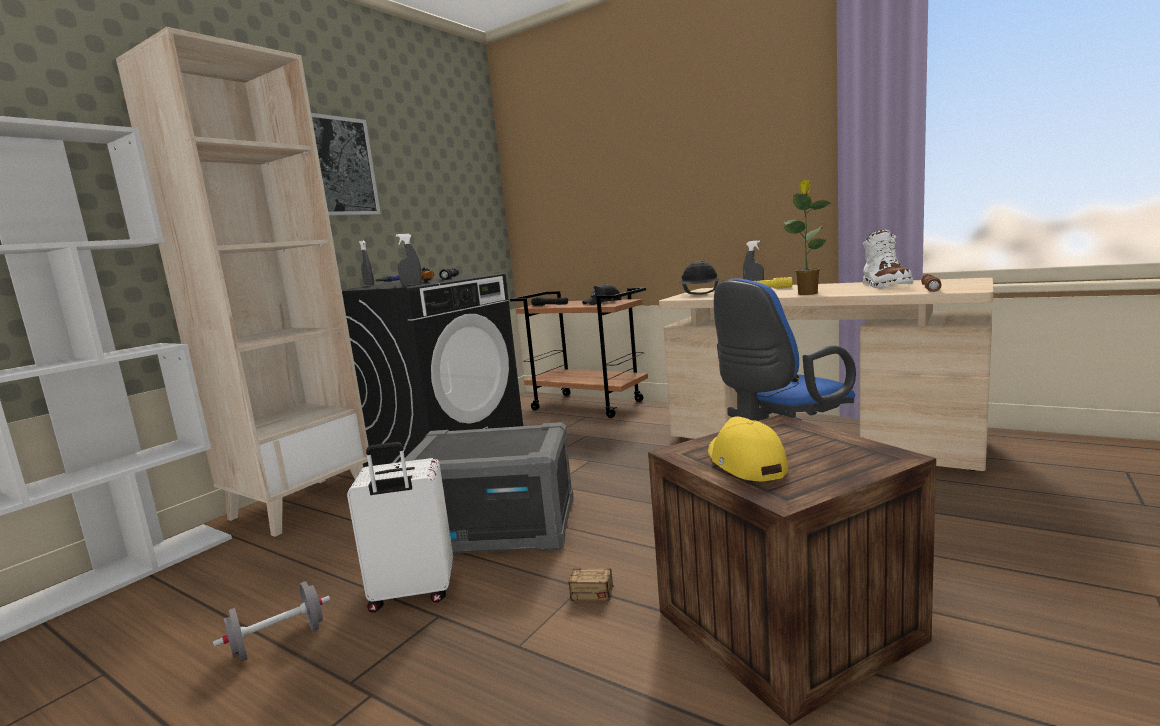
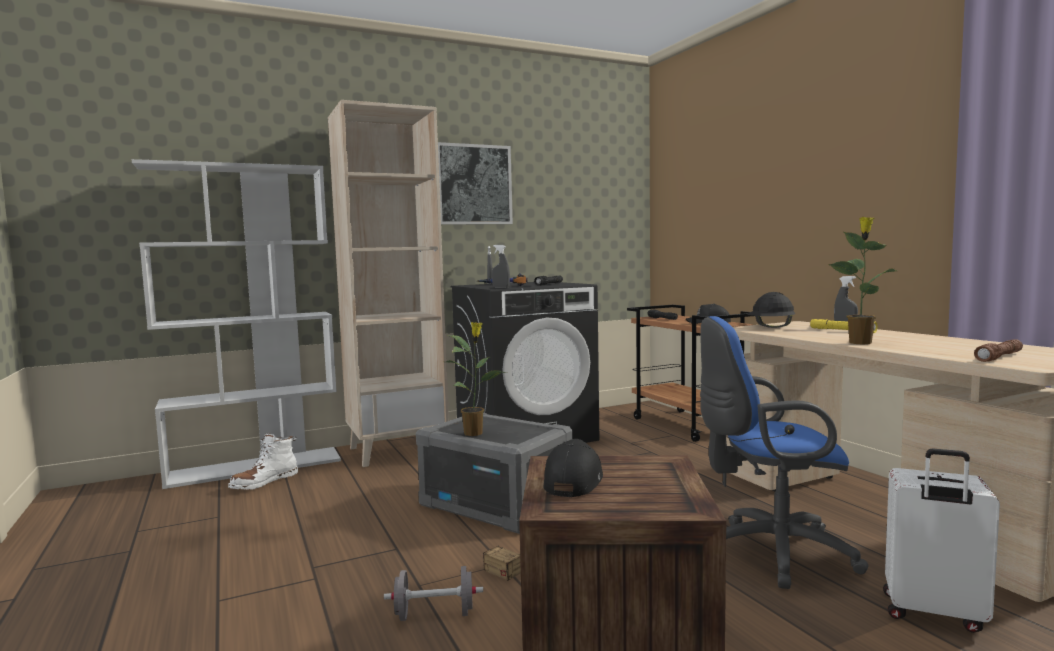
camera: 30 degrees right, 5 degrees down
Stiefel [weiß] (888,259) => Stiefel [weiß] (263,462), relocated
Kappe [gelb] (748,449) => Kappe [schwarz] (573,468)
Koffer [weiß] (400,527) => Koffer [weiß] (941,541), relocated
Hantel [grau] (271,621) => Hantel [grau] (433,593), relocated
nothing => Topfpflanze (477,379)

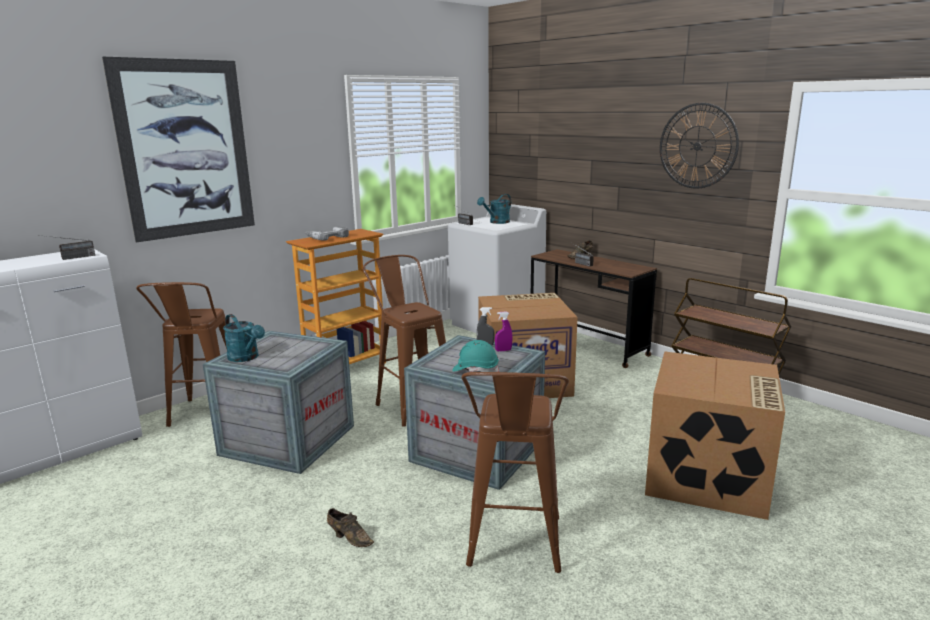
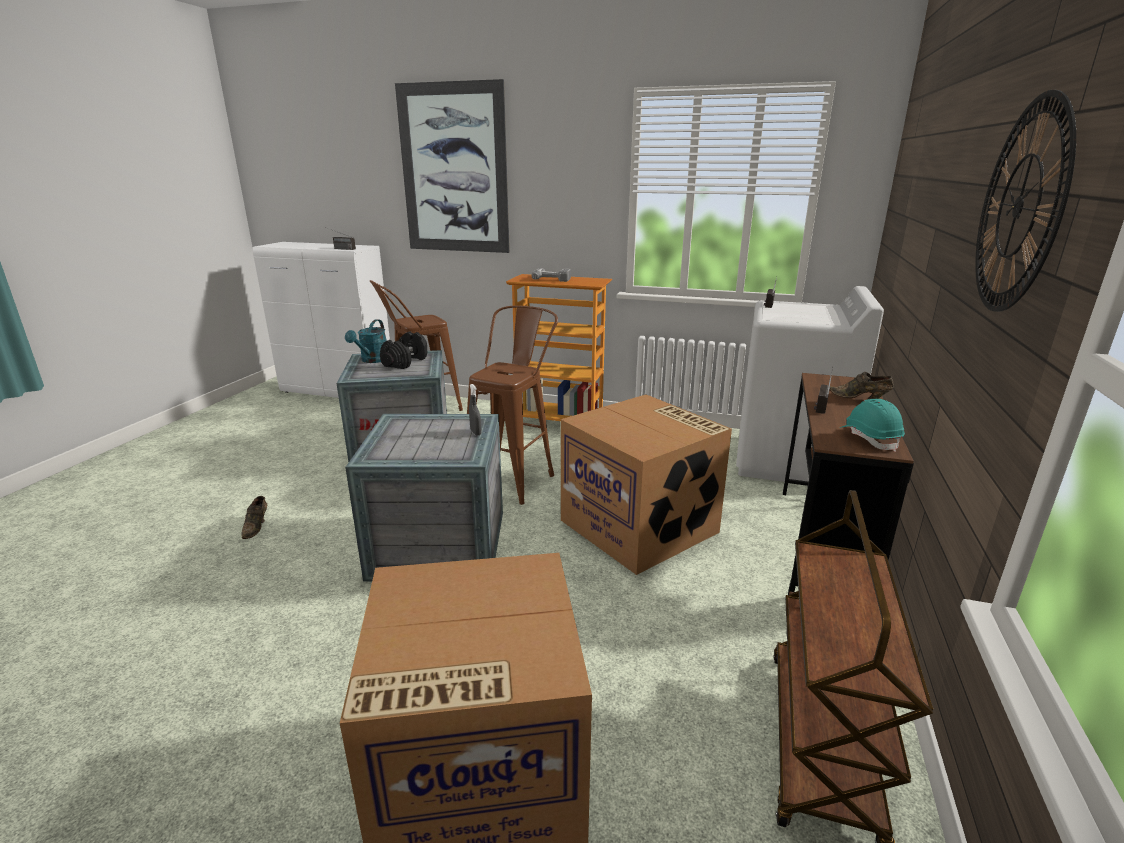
camera: 60 degrees right, 5 degrees up
Gießkanne [türkis] (494,209) => nothing
Sprühflasche [lila] (504,331) => nothing
Schutzhelm [türkis] (476,356) => Schutzhelm [türkis] (872,425), relocated
Hocker [braun] (515,472) => nothing
nothing => Hantel [schwarz] (403,350)

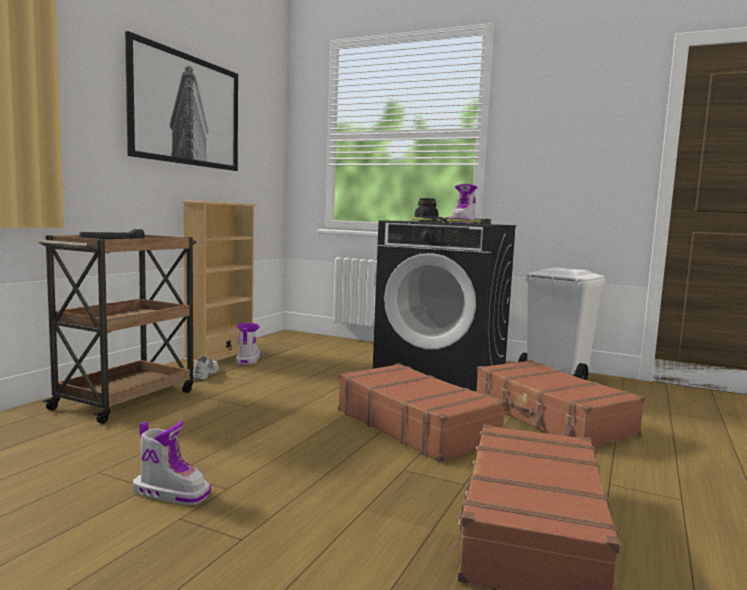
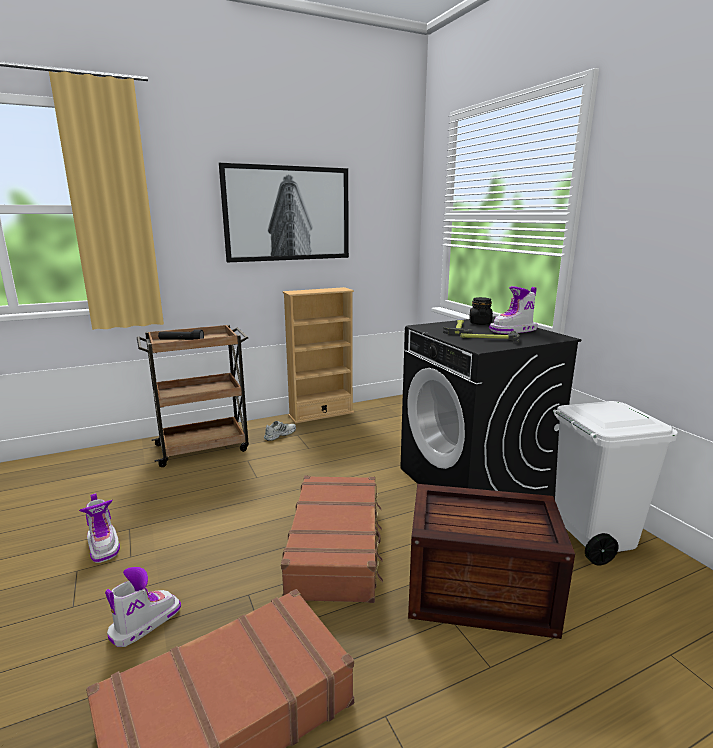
camera: 40 degrees right, 10 degrees up
Stiefel (248,344) => Stiefel (143,607), relocated
Koffer [braun] (560,403) => Kiste (491,561)

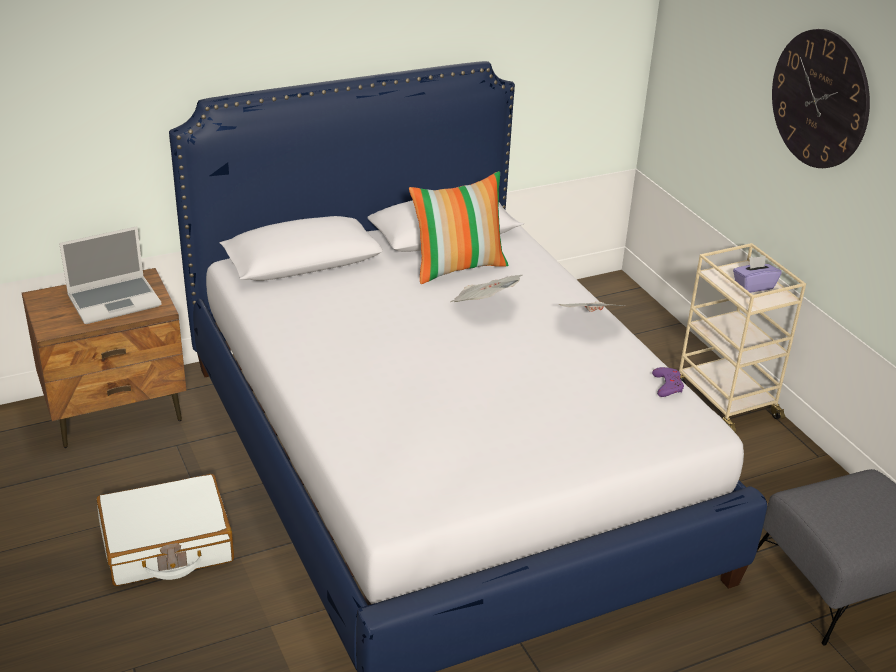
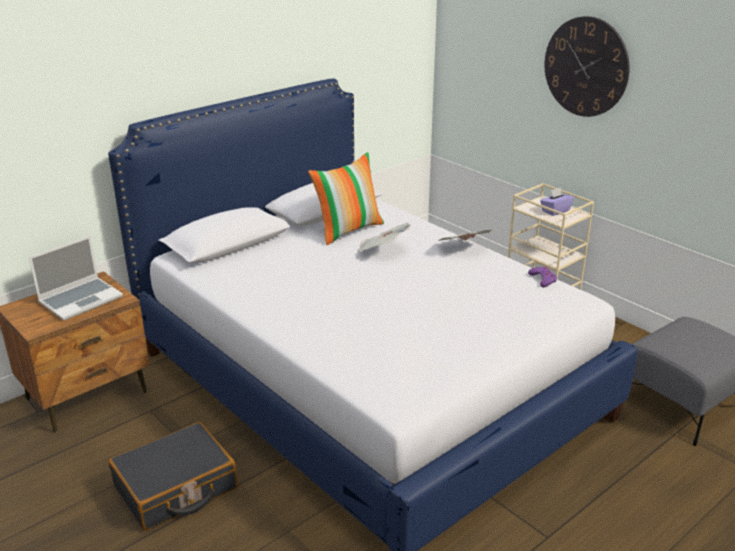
camera: 15 degrees left, 5 degrees down
Koffer [weiß] (165,530) => Koffer [schwarz] (173,476)

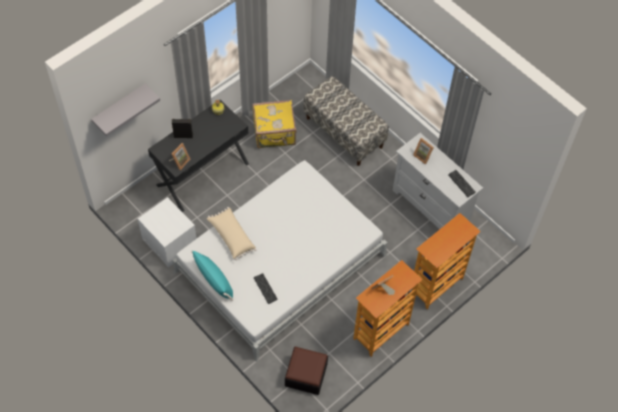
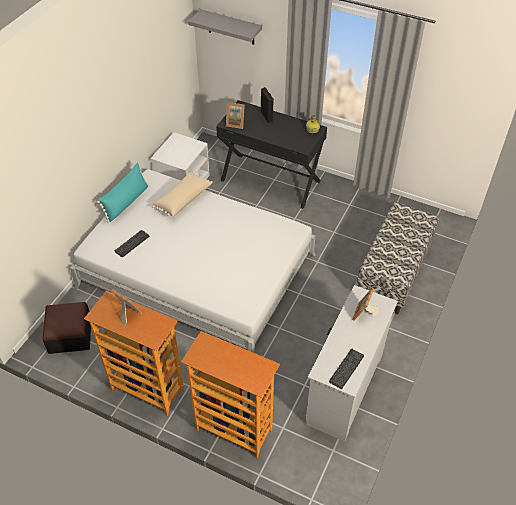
camera: 70 degrees right, 10 degrees down
Koffer [gelb] (274,124) => nothing

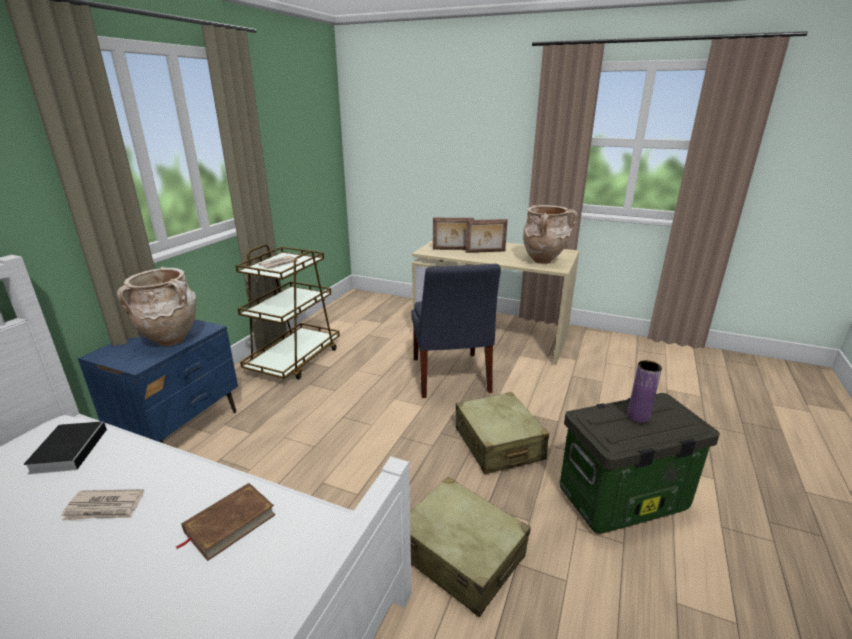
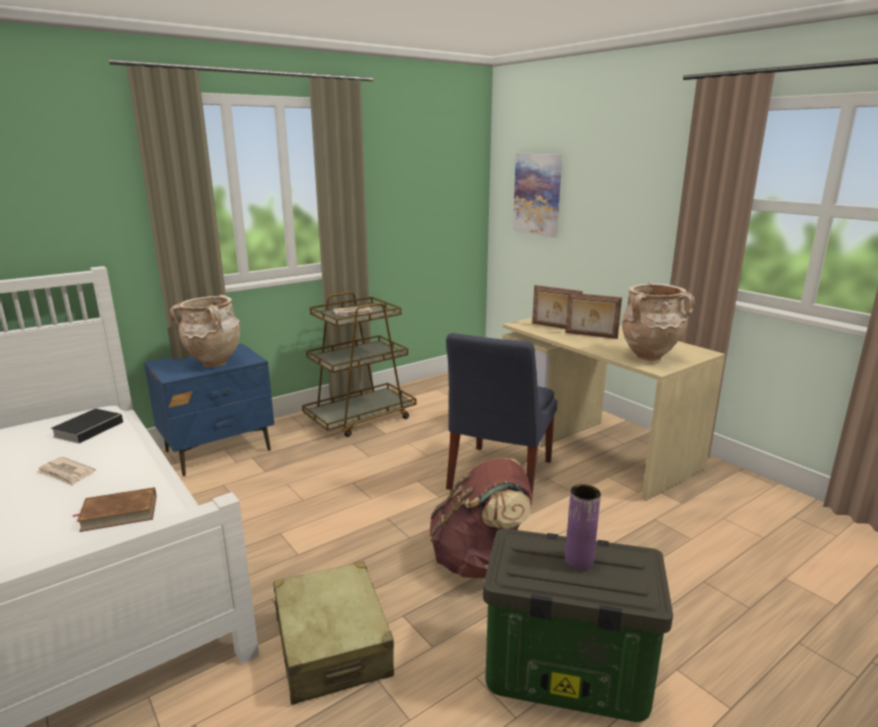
camera: 30 degrees right, 5 degrees down
Koffer [beige] (502,433) => Rucksack [braun] (481,517)
nothing => Bild (537,196)

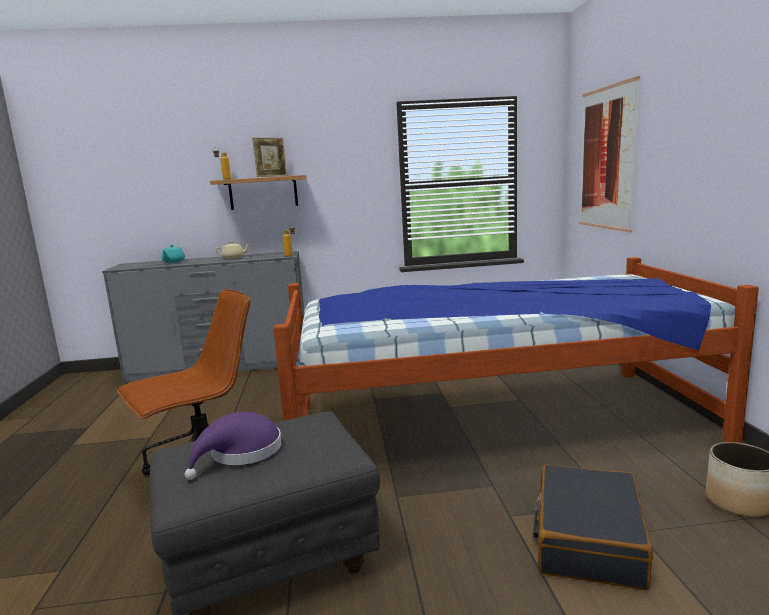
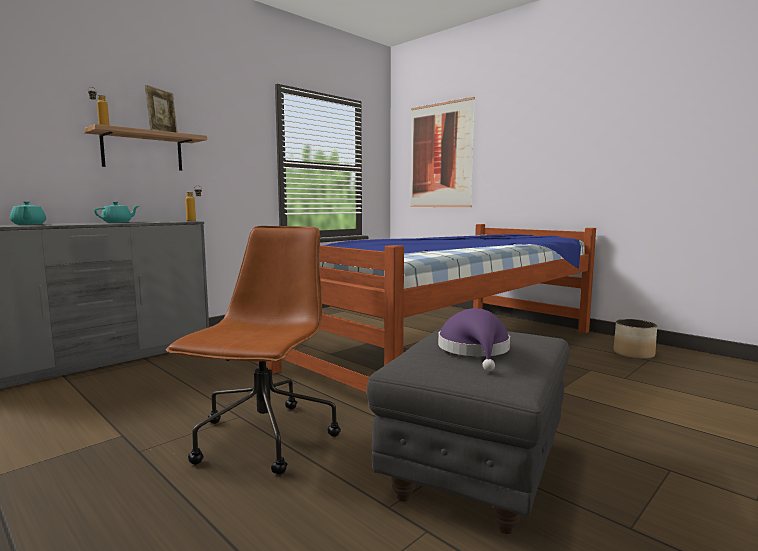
camera: 40 degrees left, 5 degrees down
Teekanne [beige] (233,250) => Teekanne [türkis] (116,212)
Koffer [schwarz] (593,527) => nothing

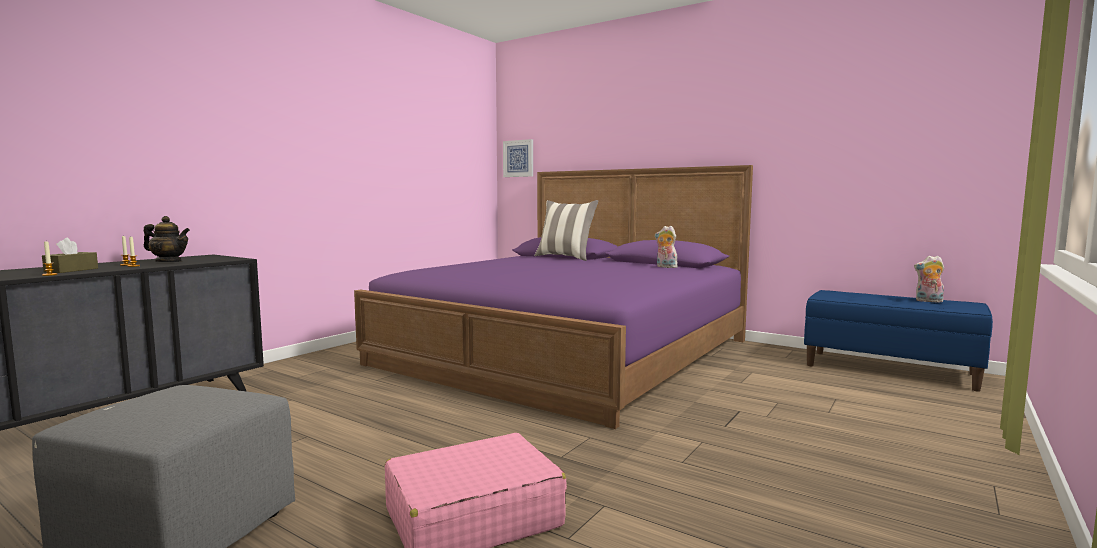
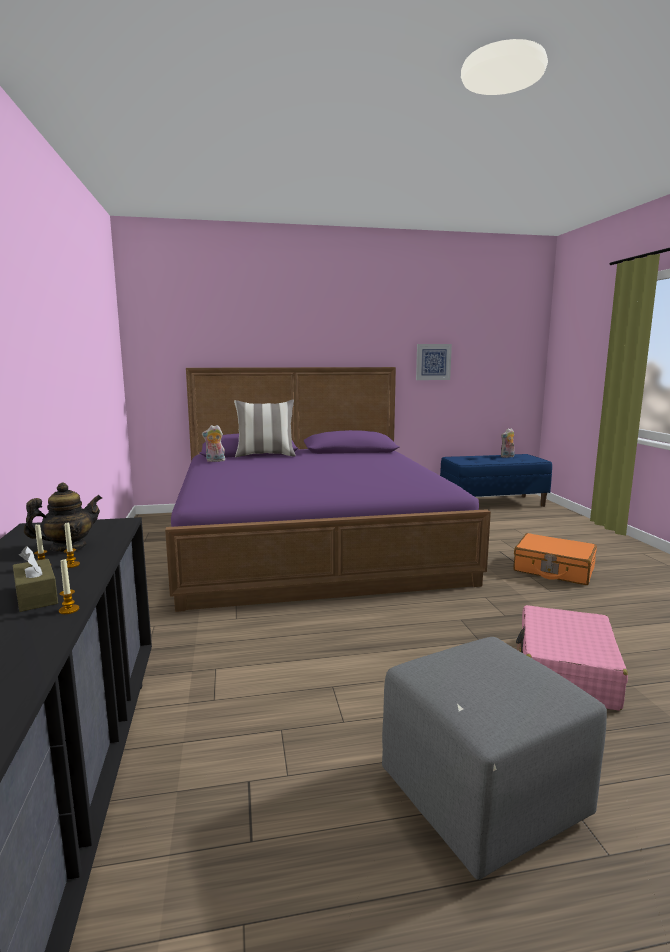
camera: 45 degrees left, 5 degrees up
Bild (518,158) => Bild (434,362), relocated
Plüschtier (666,247) => Plüschtier (213,443), relocated
nothing => Koffer [orange] (555,559)

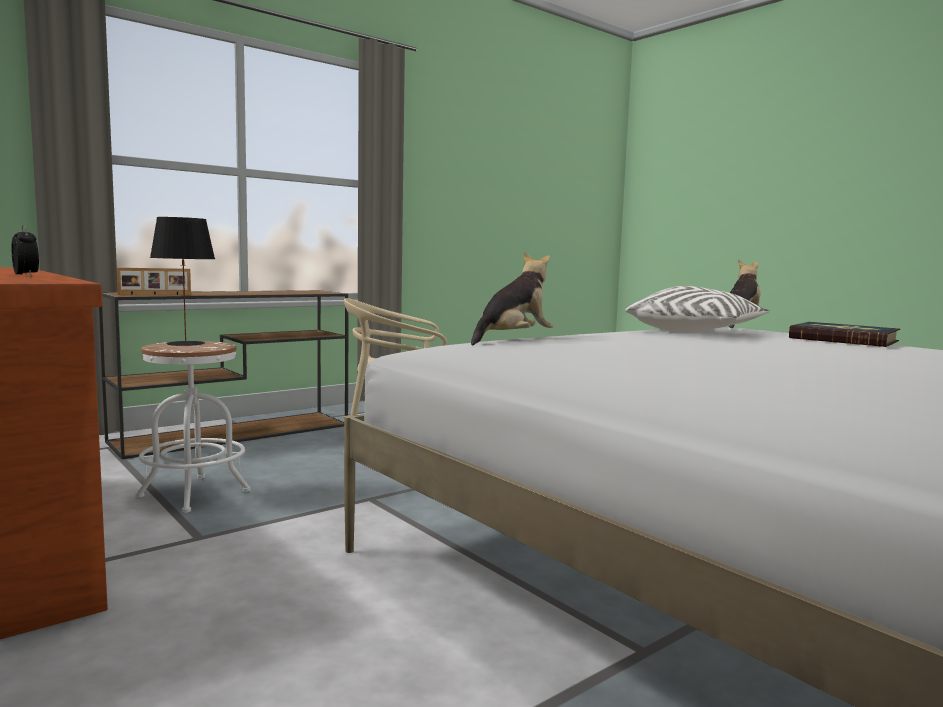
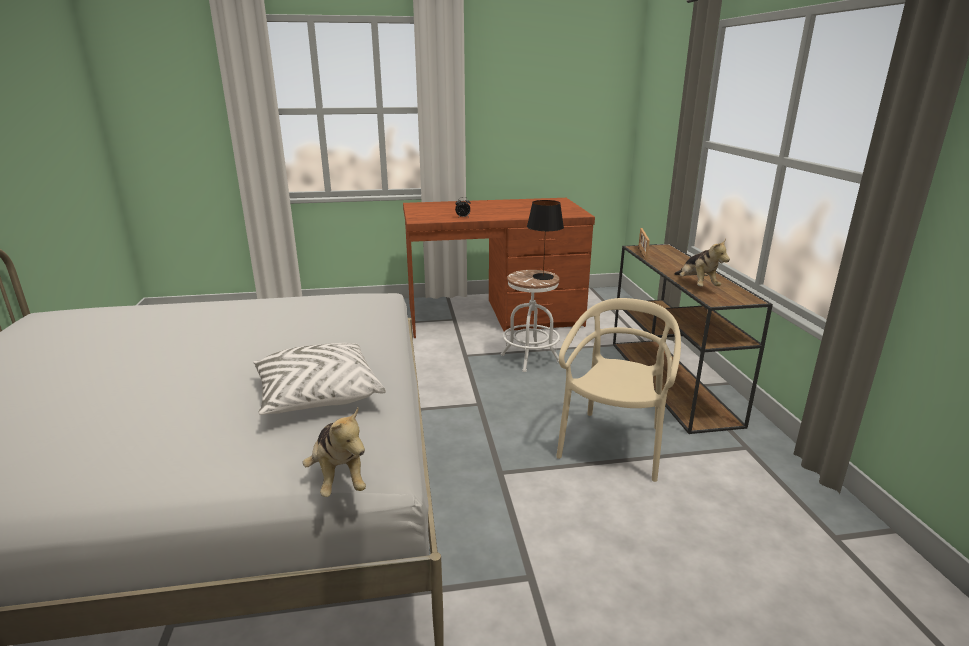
camera: 120 degrees right, 15 degrees up
Plüschtier (512,298) => Plüschtier (702,263), relocated
Buch (844,334) => nothing

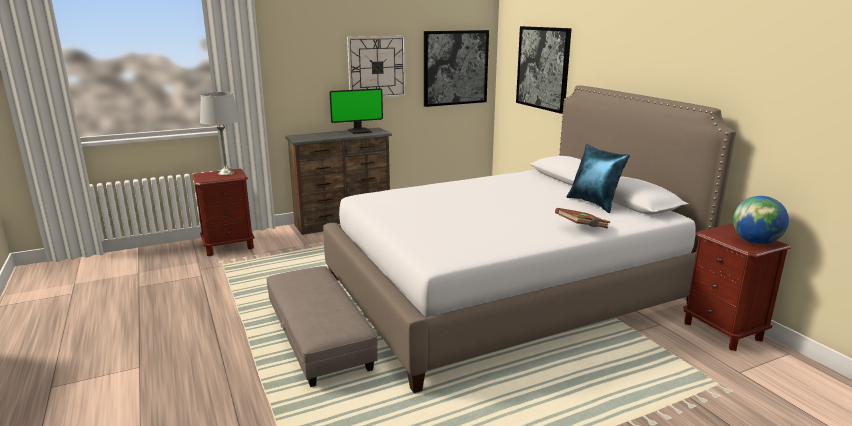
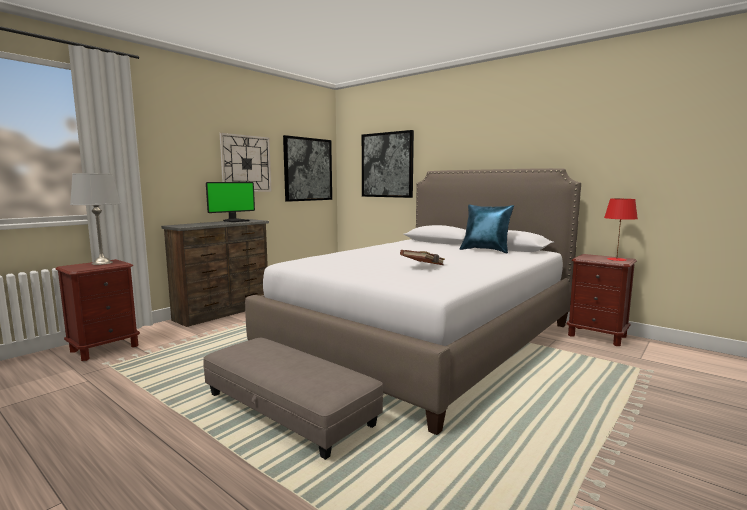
camera: 25 degrees left, 10 degrees down
Globus (761,220) => Tischlampe [rot] (621,230)
Buch [braun] (582,218) => Buch [braun] (422,257), relocated

